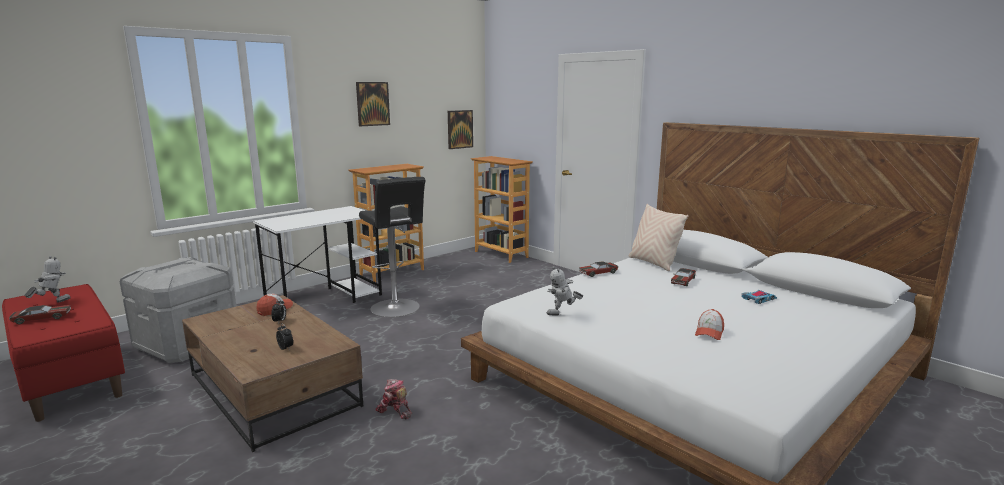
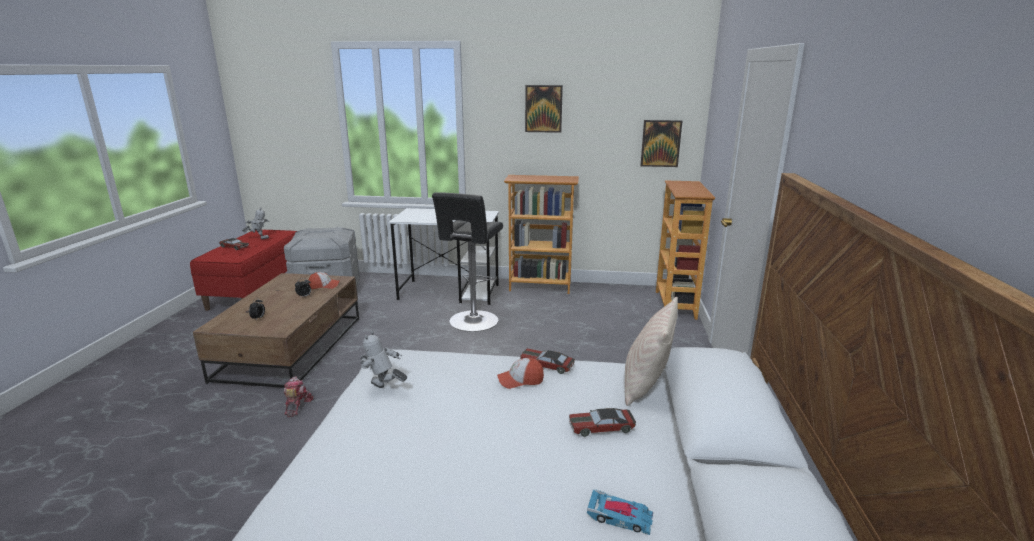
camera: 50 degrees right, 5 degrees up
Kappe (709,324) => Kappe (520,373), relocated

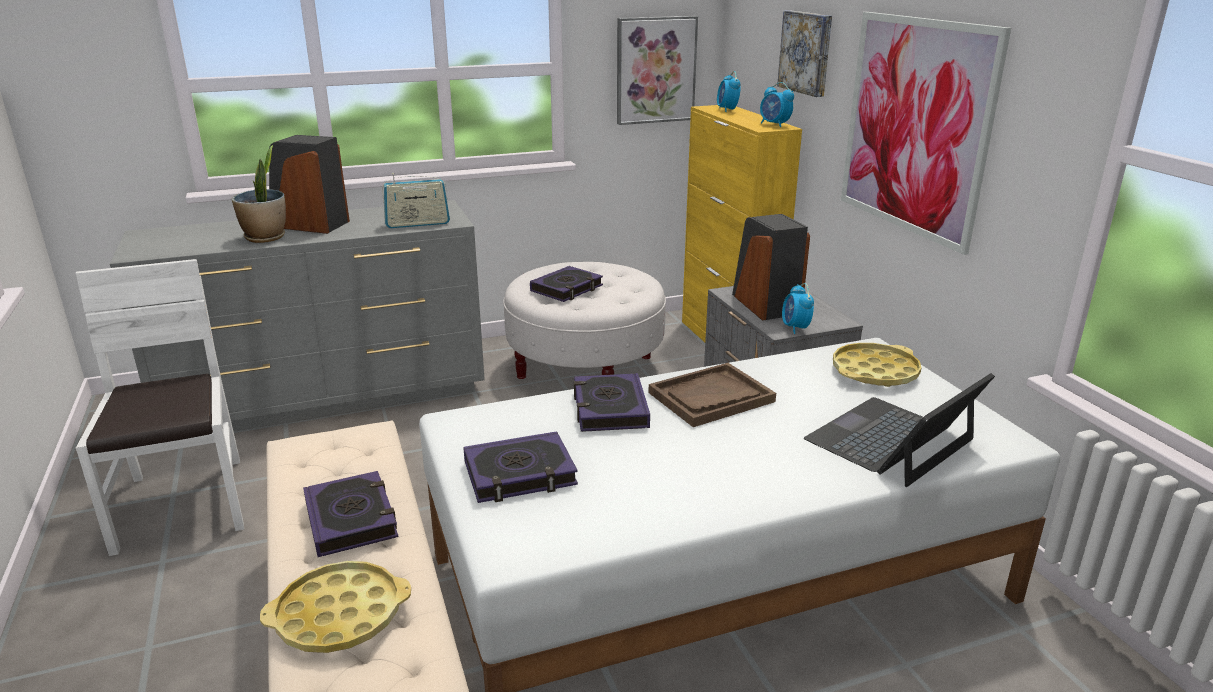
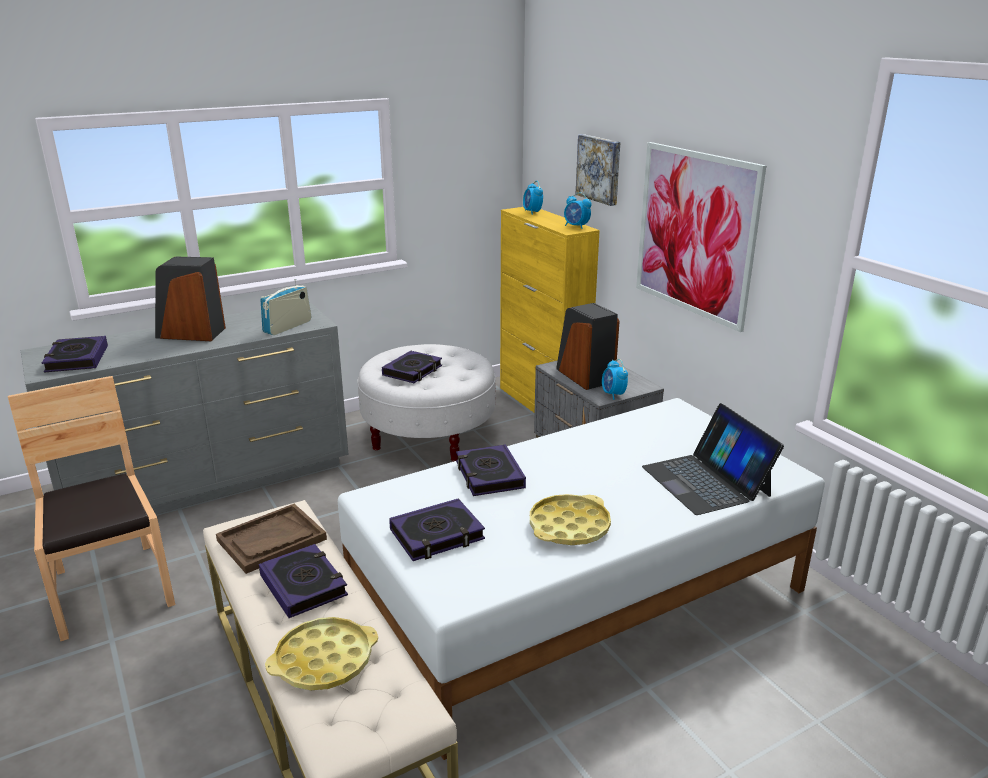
camera: 10 degrees left, 0 degrees up
Bild (657,70) => nothing
Topfpflanze (259,194) => nothing
Radio (416,200) => Radio (286,307), 150 degrees clockwise
Stuhl [weiß] (160,407) => Stuhl [braun] (91,508)
Tablett [gelb] (877,365) => Tablett [gelb] (570,519), relocated
Tablett [braun] (712,395) => Tablett [braun] (271,539), relocated
Laptop (899,430) => Laptop (713,459), 60 degrees counterclockwise
nothing => Buch (75,354)

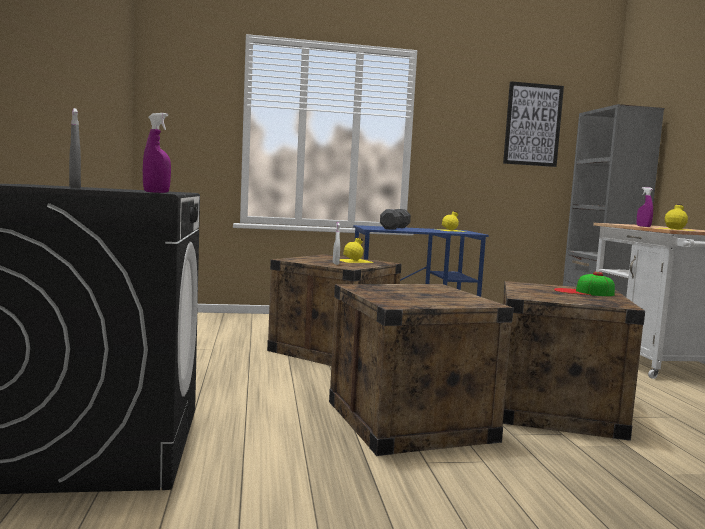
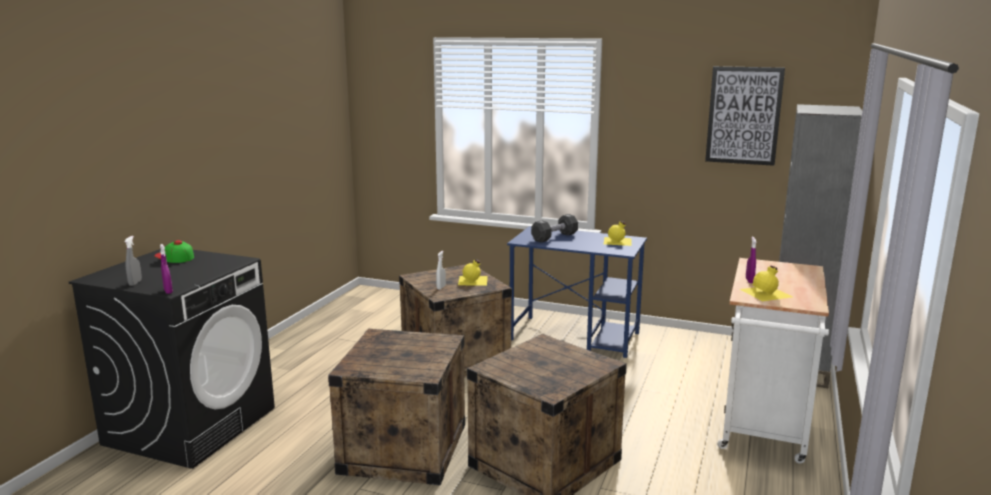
camera: 30 degrees right, 10 degrees up
Kappe (584,284) => Kappe (174,251), relocated

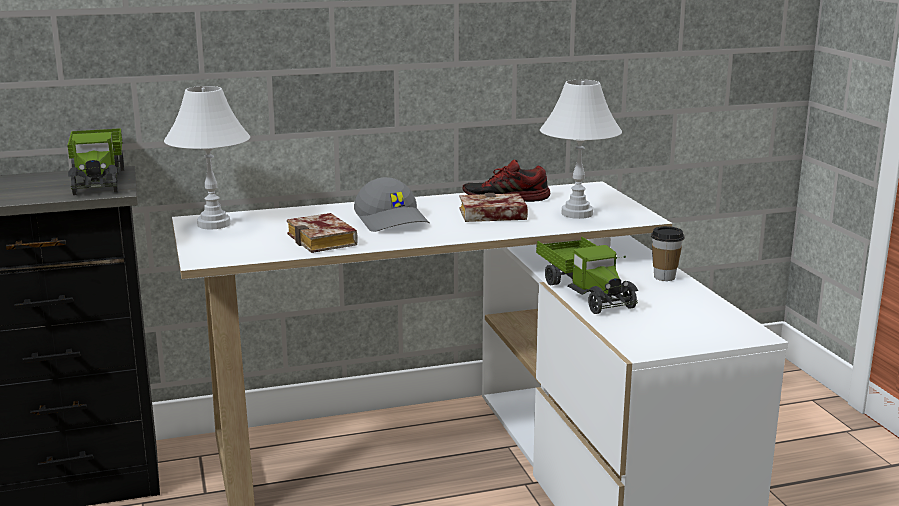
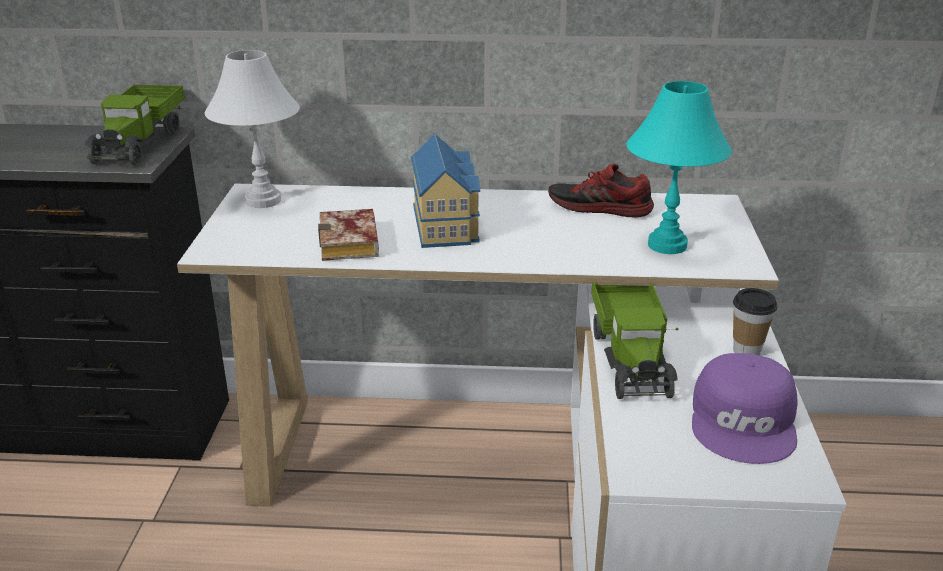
camera: 20 degrees right, 10 degrees up
Tischlampe [weiß] (581,149) => Tischlampe [türkis] (679,167)
Kappe [grau] (391,204) => Spielzeughaus (445,190)
Buch (493,207) => nothing
nothing => Kappe [lila] (744,408)

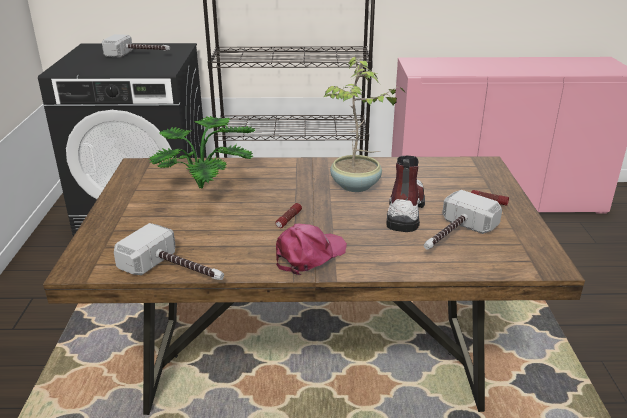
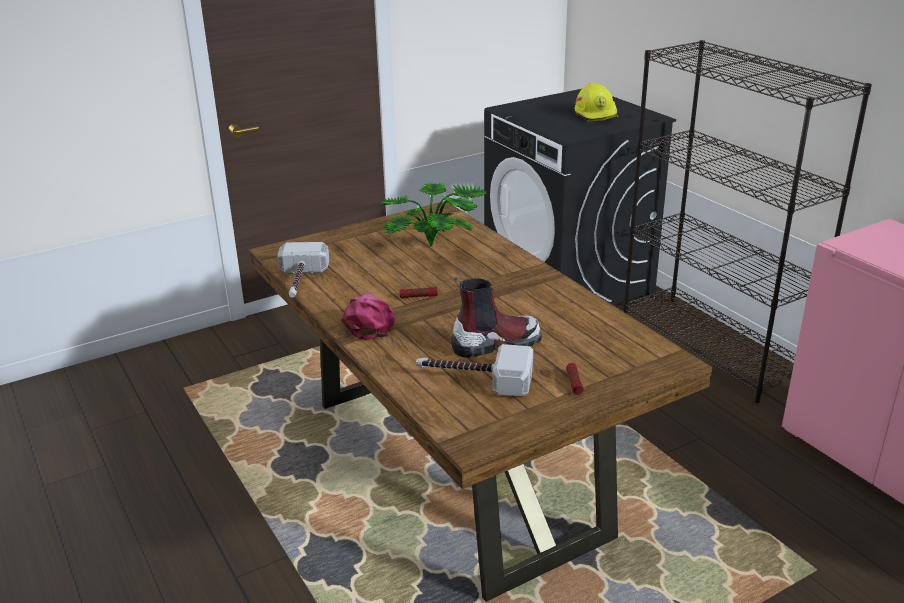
camera: 60 degrees right, 0 degrees up
Hammer (136,46) => Schutzhelm [gelb] (596,102)
Topfpflanze (364,124) => nothing
Kappe [rosa] (311,249) => Kappe [rosa] (368,317), 105 degrees counterclockwise

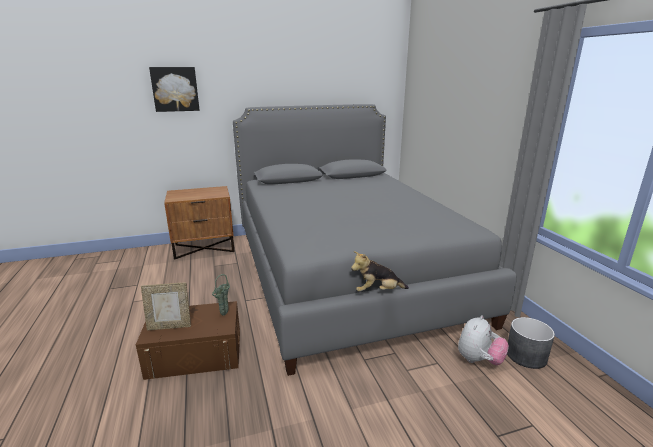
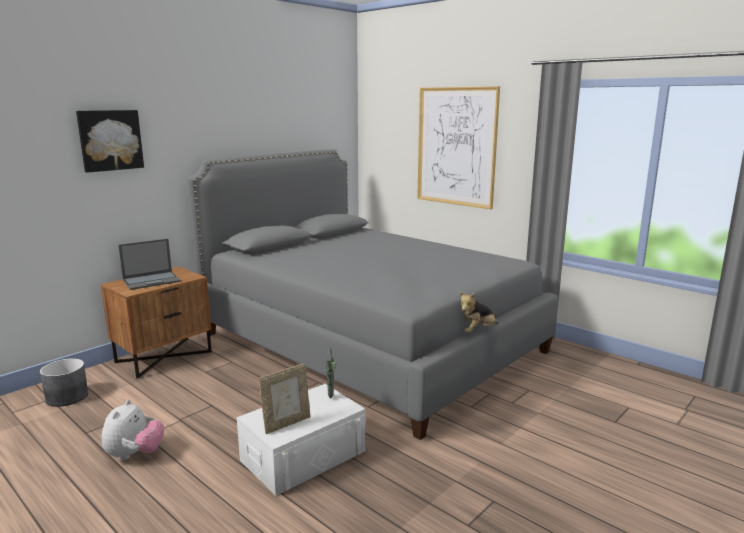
camera: 30 degrees left, 5 degrees down
Aufbewahrungsbox [braun] (188,340) => Aufbewahrungsbox [weiß] (301,440)
Plüschtier (483,340) => Plüschtier (133,430), relocated
Pflanzkübel [grau] (531,343) => Pflanzkübel [grau] (64,383), relocated
nothing => Bild (458,147)
nothing => Laptop (149,264)

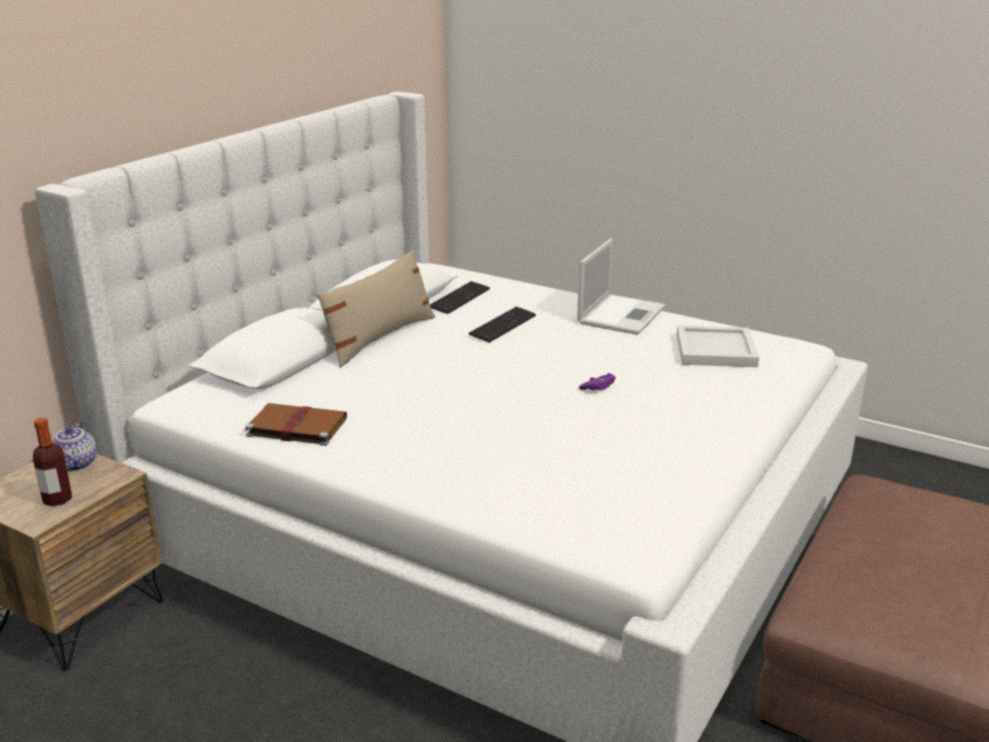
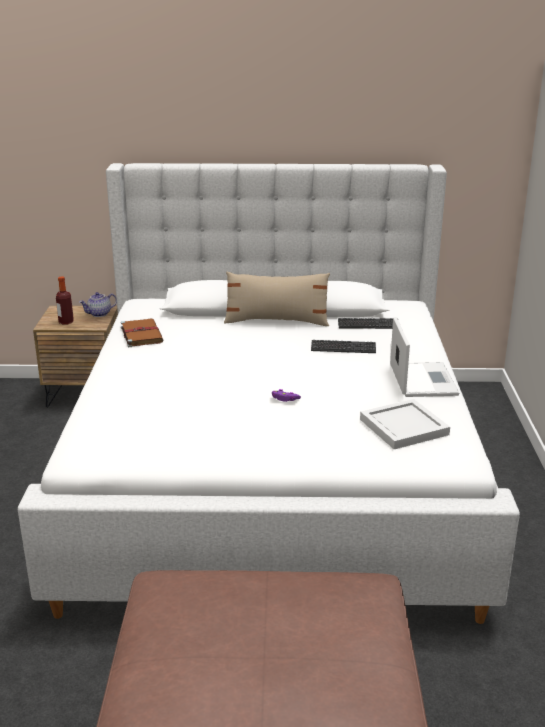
camera: 60 degrees right, 0 degrees up
Laptop (621,287) => Laptop (424,357), 90 degrees counterclockwise

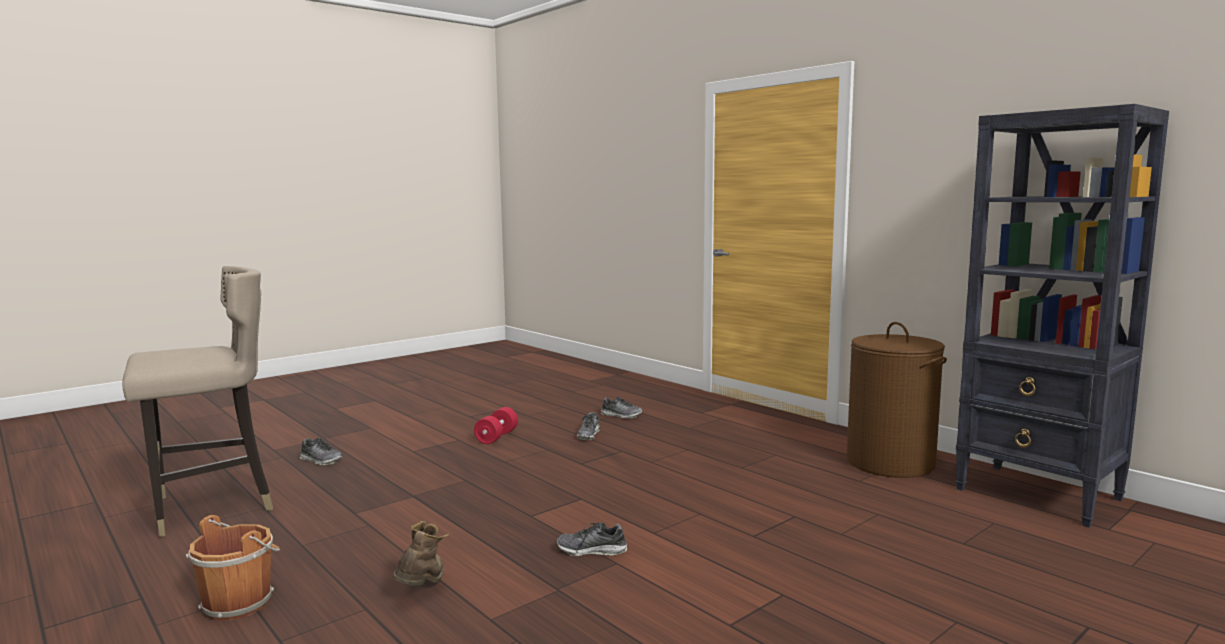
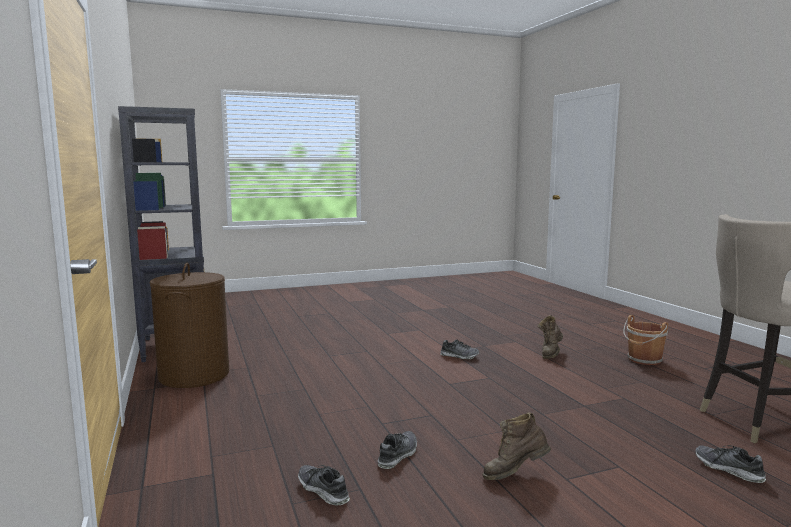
camera: 160 degrees left, 0 degrees up
Hantel [rot] (496,425) => Stiefel [braun] (516,446)

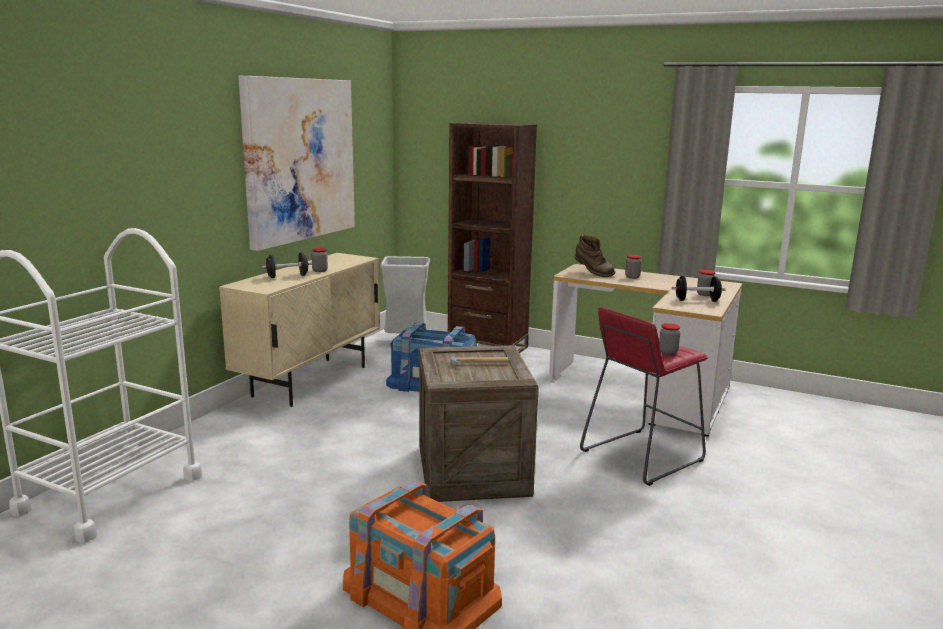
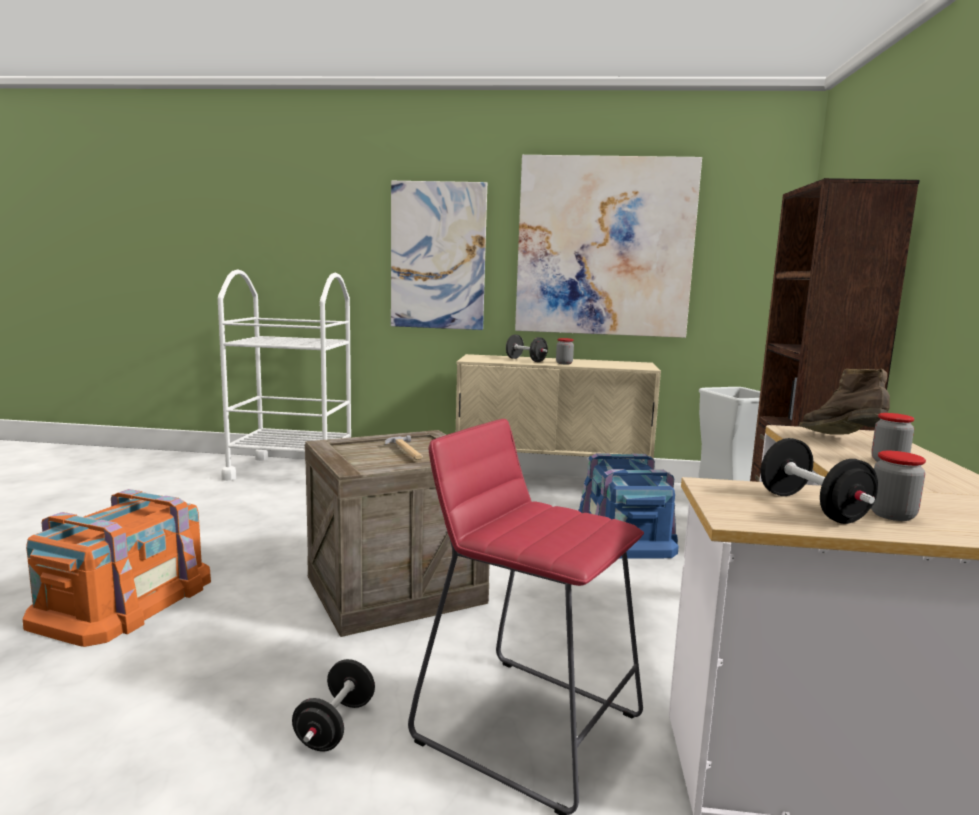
camera: 70 degrees right, 5 degrees down
Stiefel [braun] (595,255) => Stiefel [braun] (844,402), 135 degrees clockwise
Vorratsglas (669,339) => nothing
nothing => Bild (439,255)
nothing => Hantel [schwarz] (333,705)

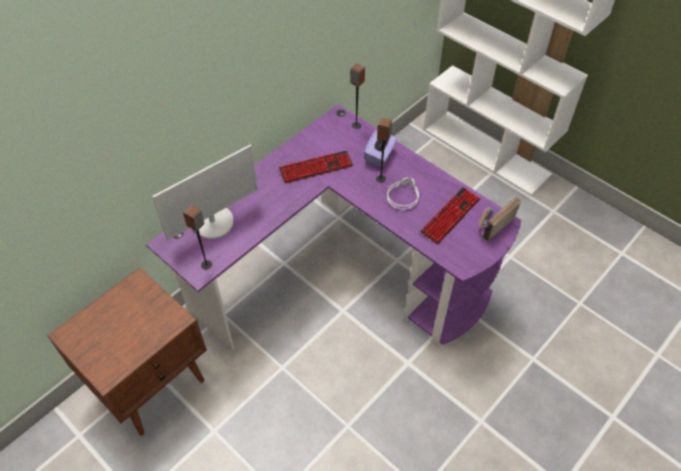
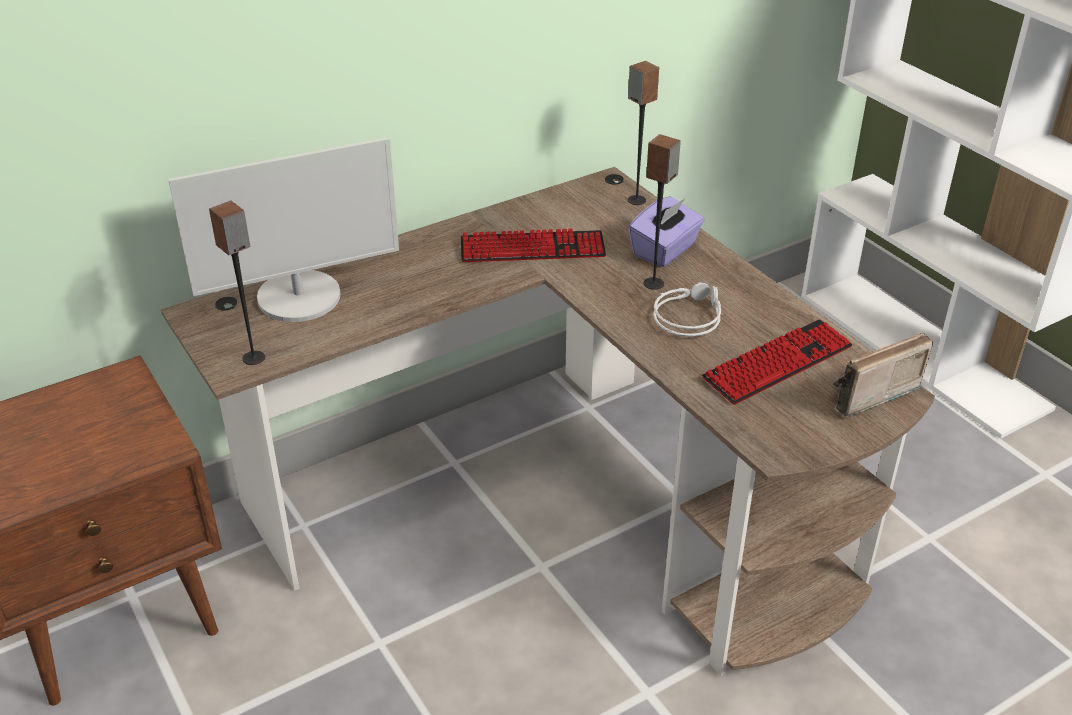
camera: 15 degrees right, 15 degrees down
Schreibtisch [lila] (334,227) => Schreibtisch [braun] (548,421)

